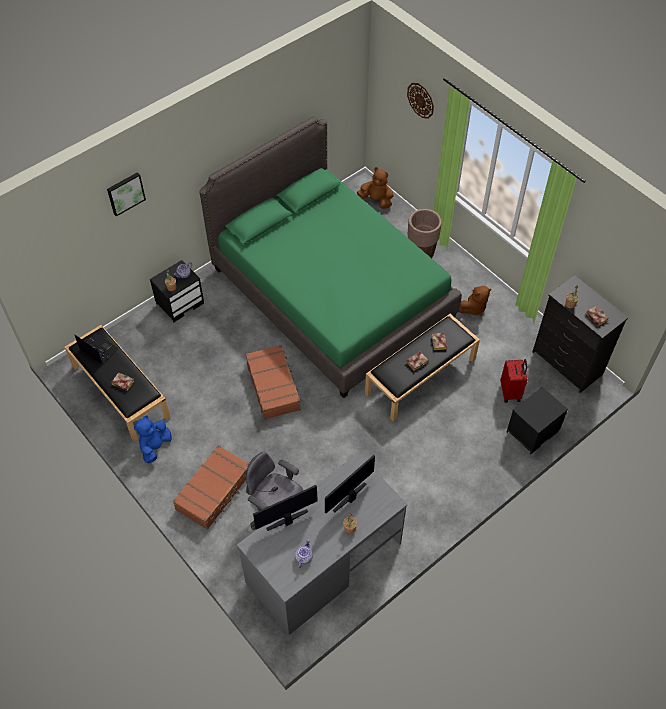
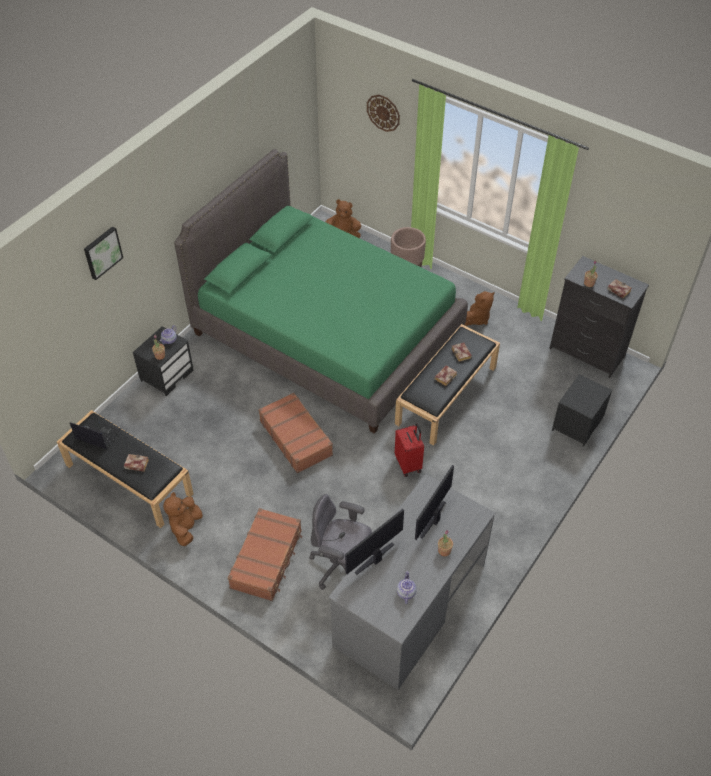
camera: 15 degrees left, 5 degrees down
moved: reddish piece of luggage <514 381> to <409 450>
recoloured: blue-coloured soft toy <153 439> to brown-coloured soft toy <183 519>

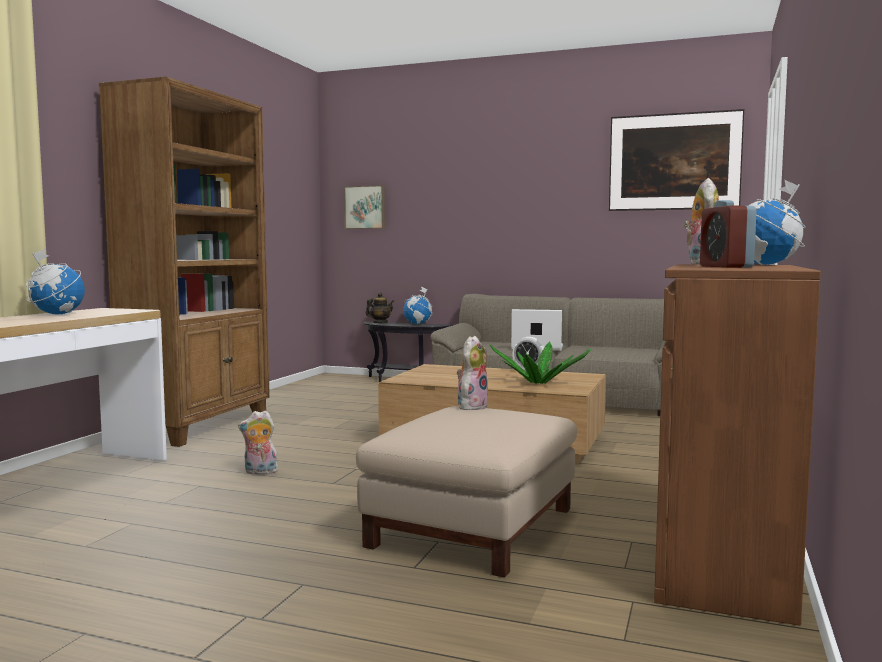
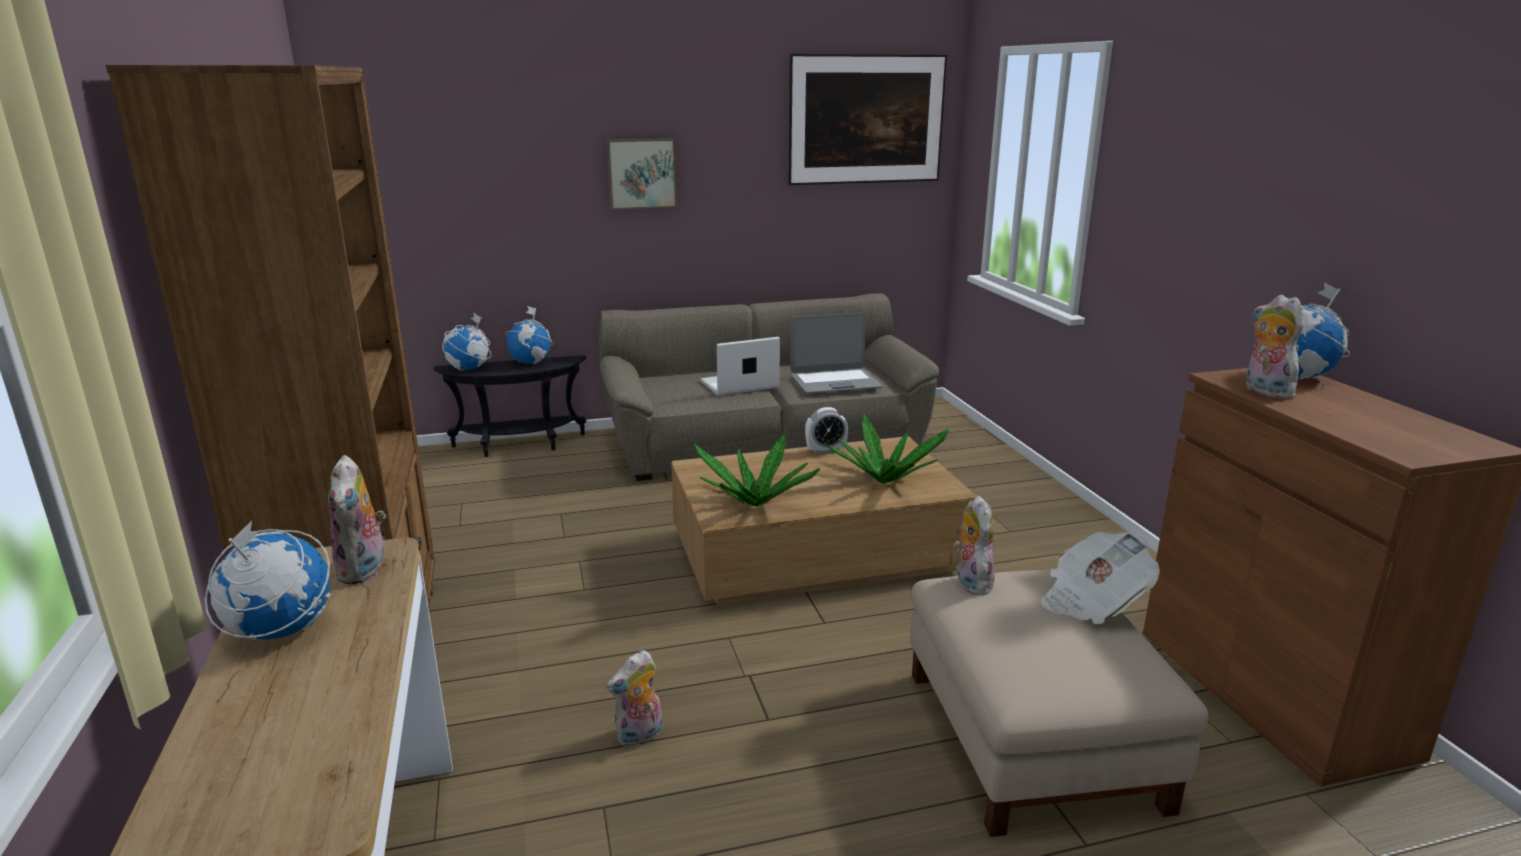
camera: 35 degrees left, 15 degrees up
removed: table clock <728 234>
added: soft toy <357 519>; potted plant <757 469>; laptop <837 353>; printed paper <1100 578>
moved: wall art <364 207> to <642 174>
replaced: pot for tea <380 307> to globe <467 341>

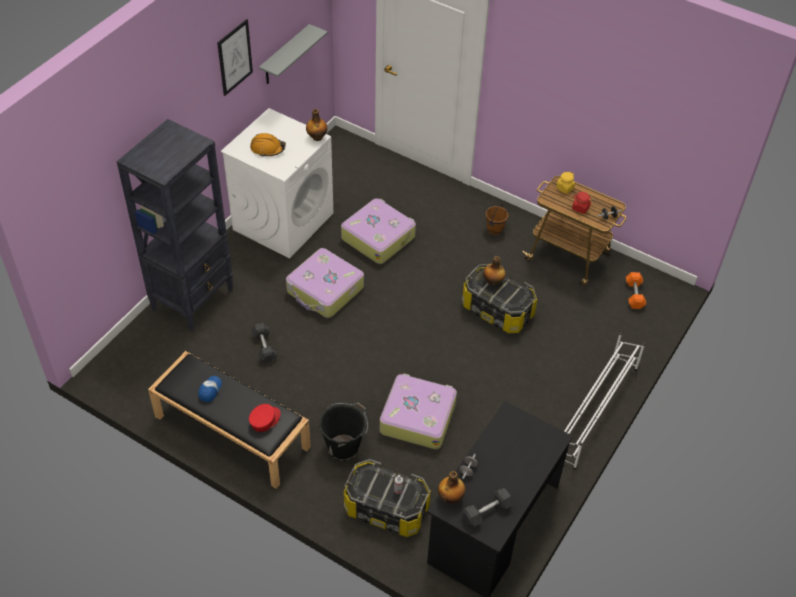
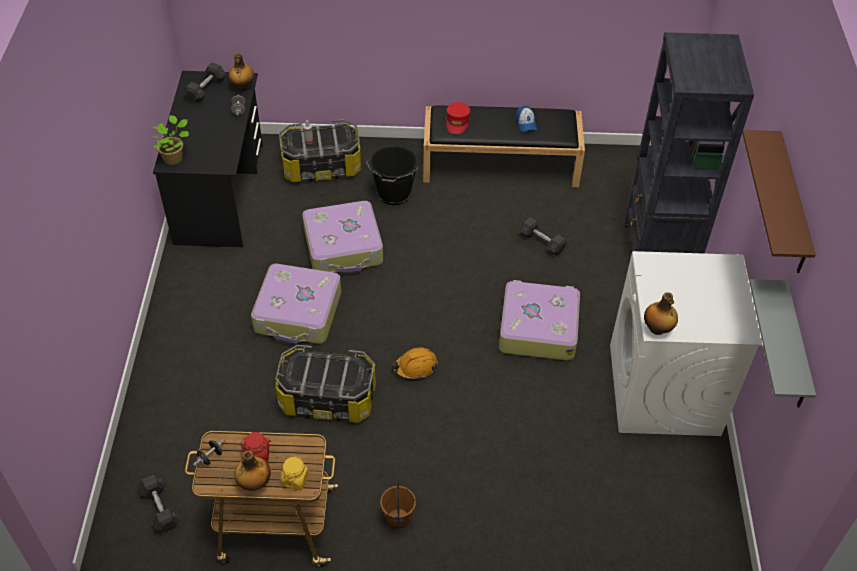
camera: 150 degrees right, 0 degrees up
removed: whitish shoe rack <604 400>
added: potted plant <170 140>
moved: orangey work helmet <268 145> to <415 363>; piece of luggage <378 231> to <296 304>; bottle <494 271> to <252 471>
replaced: wall art <235 57> to brown-coloured shelf <779 201>
recoloured: orangey free weight <636 290> to grey free weight <159 504>

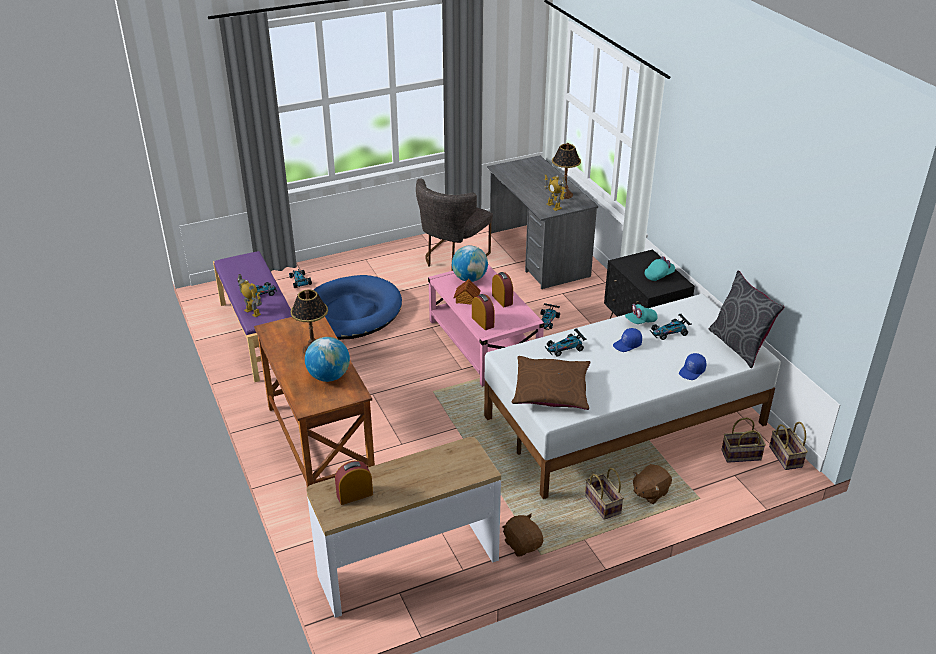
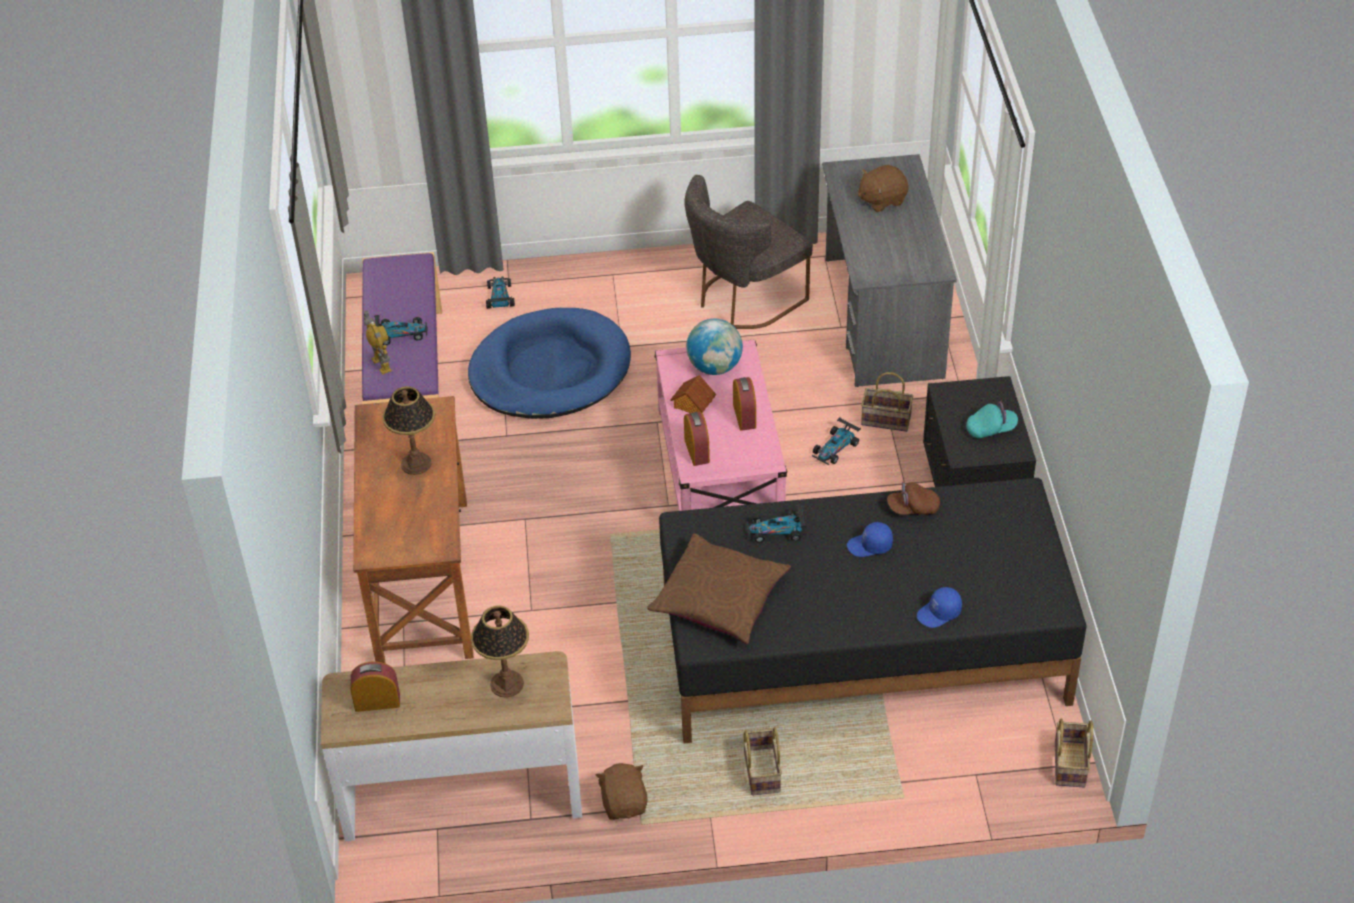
camera: 20 degrees right, 10 degrees up
removed: globe <327 359>; robot figure <555 193>; miniature car <671 327>; grey cushion <746 319>
moved: tabletop lamp <566 171> to <500 652>; brown-coloured soft toy <652 484> to <883 188>; storage basket <743 440> to <887 402>
recoloured: whitish bed <632 396> to black bed <873 610>; blue-green peaked cap <641 314> to brown-coloured peaked cap <913 498>

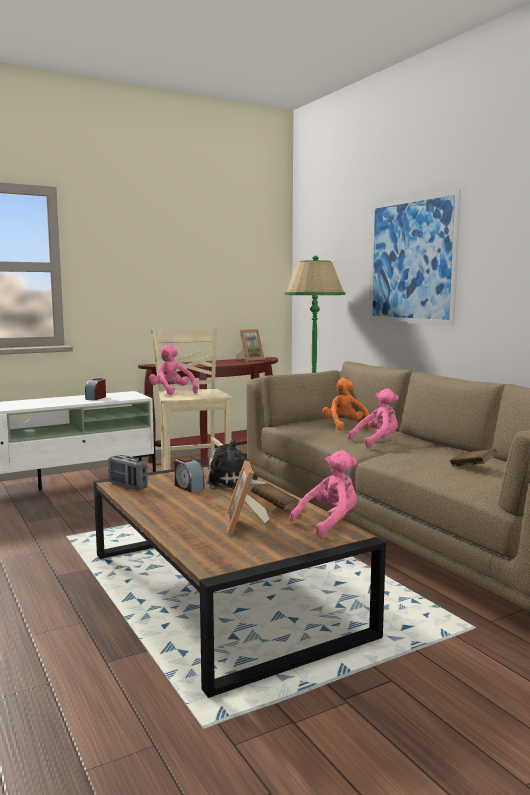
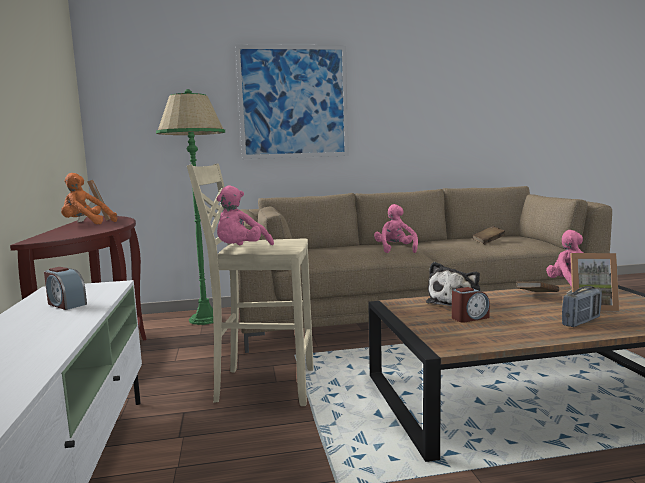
camera: 70 degrees left, 0 degrees up
moved: radio set <128 472> to <582 306>; orangey soft toy <346 404> to <89 198>
turned: pink-coloured soft toy <173 369> = <245 215> 45 degrees counterclockwise

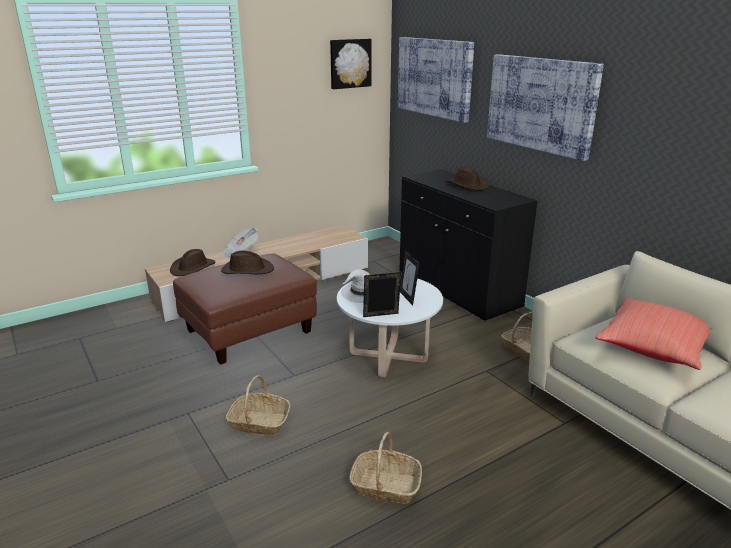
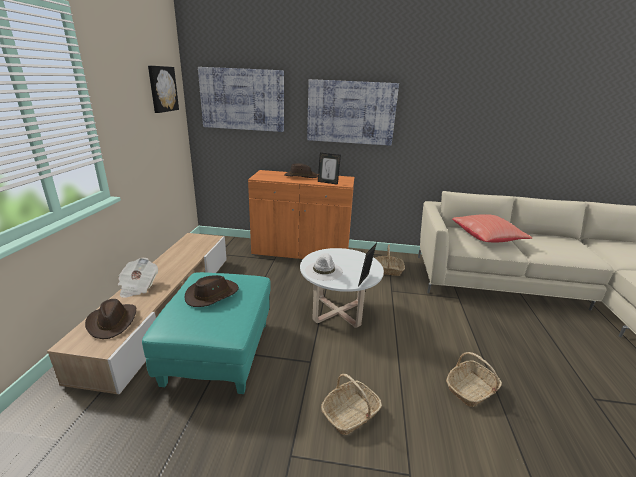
camera: 50 degrees left, 0 degrees up
moved: picture frame <410 277> to <329 169>
recoloured: brown-coloured ottoman <245 309> to blue-green ottoman <206 333>; black cabinet <468 245> to orangey cabinet <301 214>

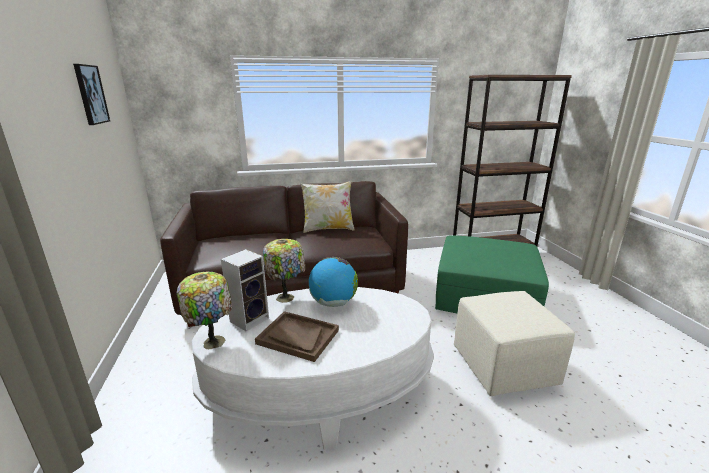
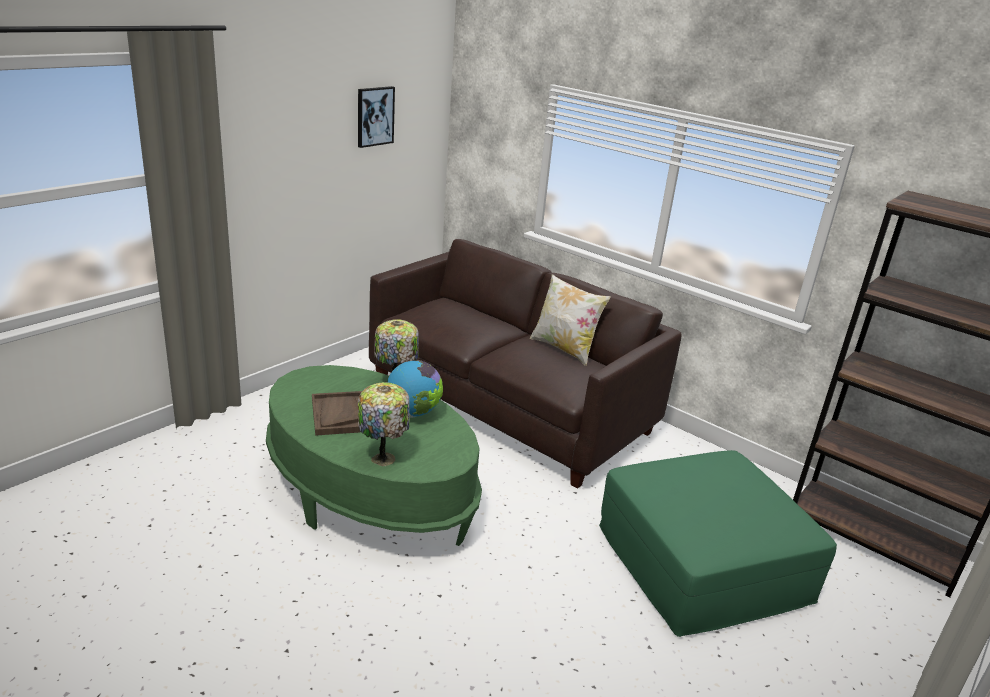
camera: 50 degrees right, 5 degrees up
removed: loudspeaker <245 290>; beige ottoman <514 343>
moved: tabletop lamp <204 310> to <384 424>
recoloured: whitish coffee table <313 368> to green-coloured coffee table <374 455>

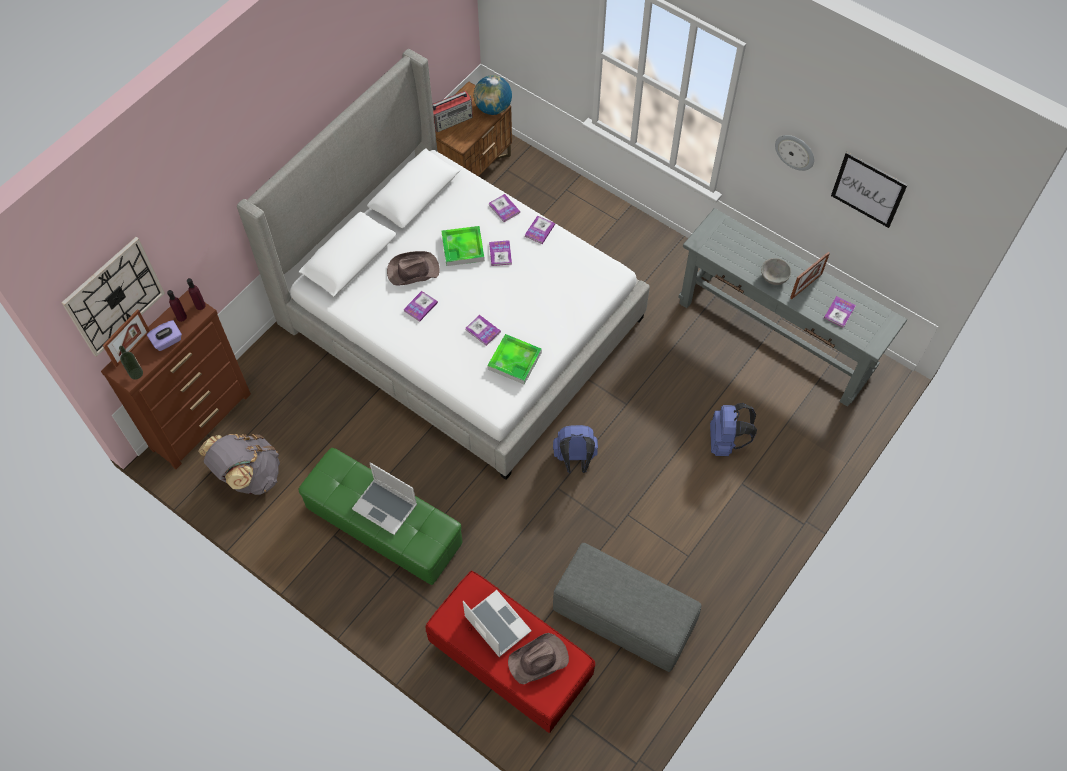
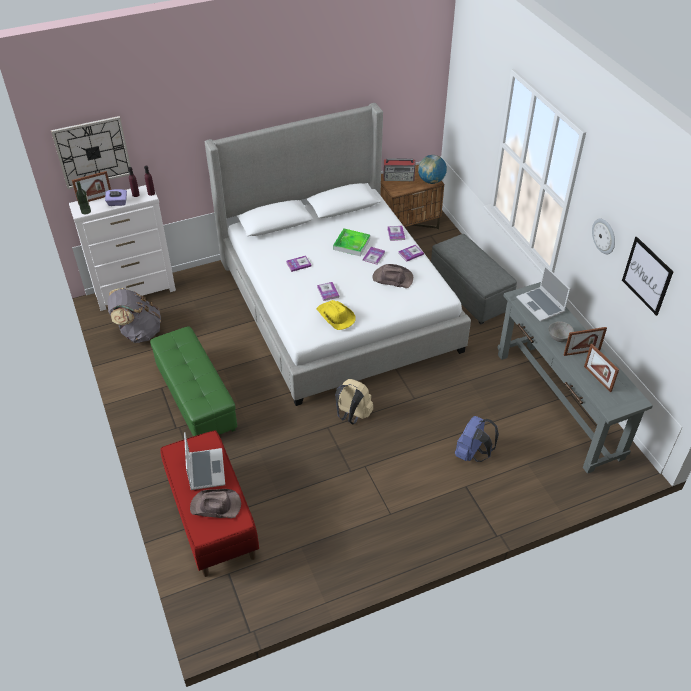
camera: 30 degrees right, 15 degrees down
moved: laptop <384 499> to <543 293>; brown-coloured clothing hat <413 268> to <392 276>; grey ottoman <627 607> to <474 279>
replaced: tray <514 359> to yellow-coloured clothing hat <336 315>; bound book <840 312> to picture frame <601 368>
recoloured: brown-coloured drawer chest <176 379> to whitish drawer chest <122 248>; blue-coloured backpack <575 449> to beige backpack <354 401>

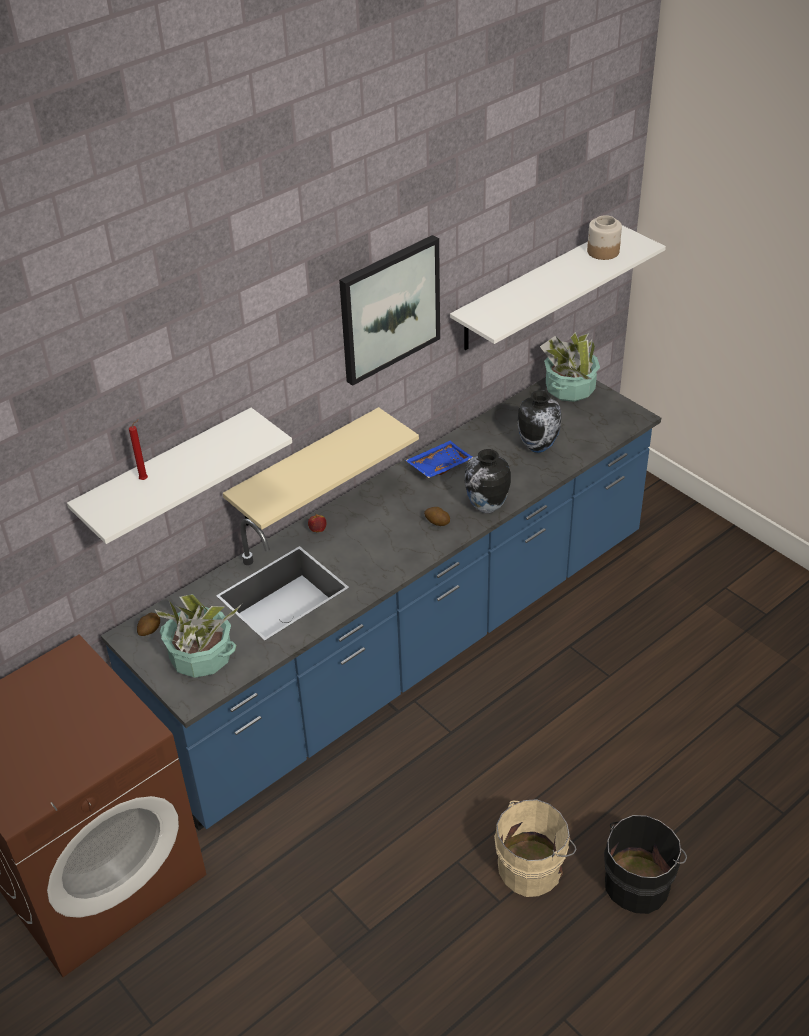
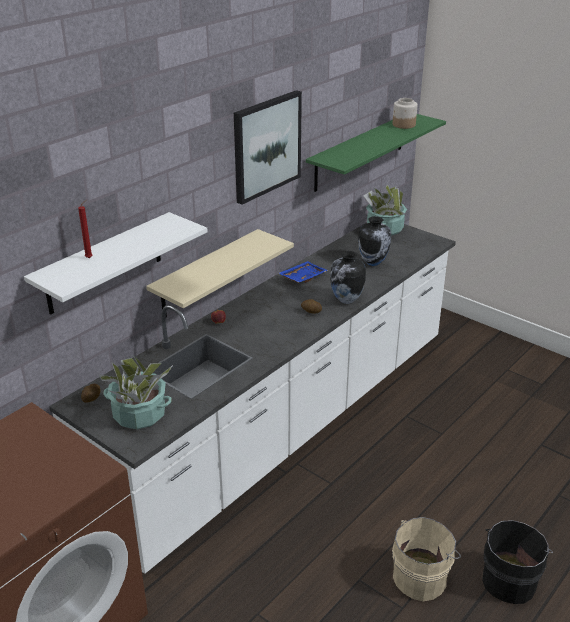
camera: 10 degrees left, 10 degrees down
recoloured: blue-coloured counter <381 604> to whitish counter <252 398>; whitish shelf <558 287> to green-coloured shelf <376 153>

